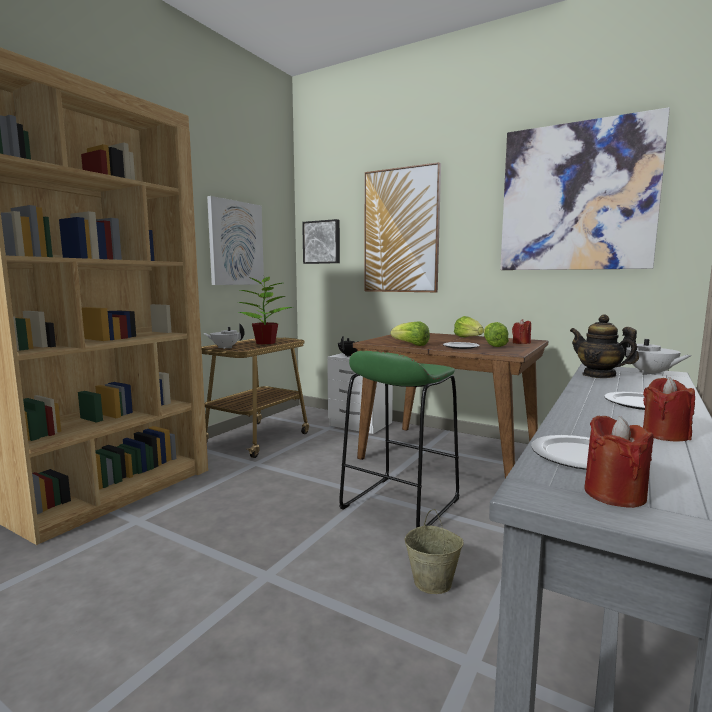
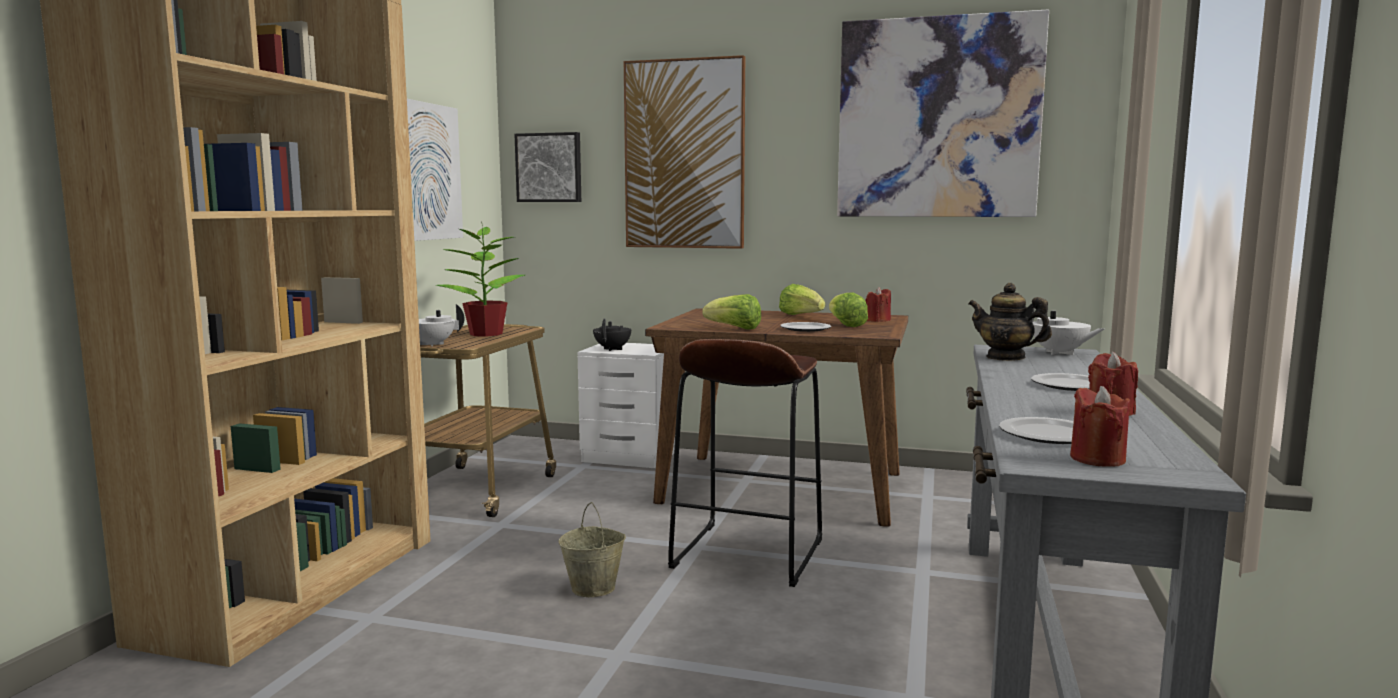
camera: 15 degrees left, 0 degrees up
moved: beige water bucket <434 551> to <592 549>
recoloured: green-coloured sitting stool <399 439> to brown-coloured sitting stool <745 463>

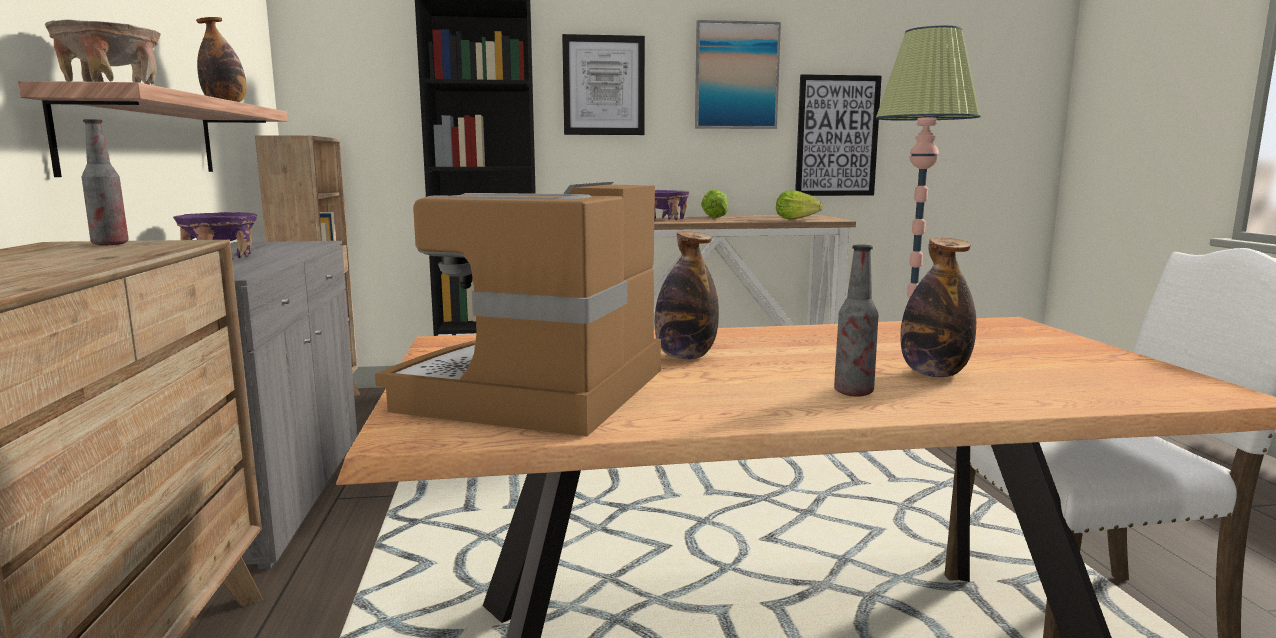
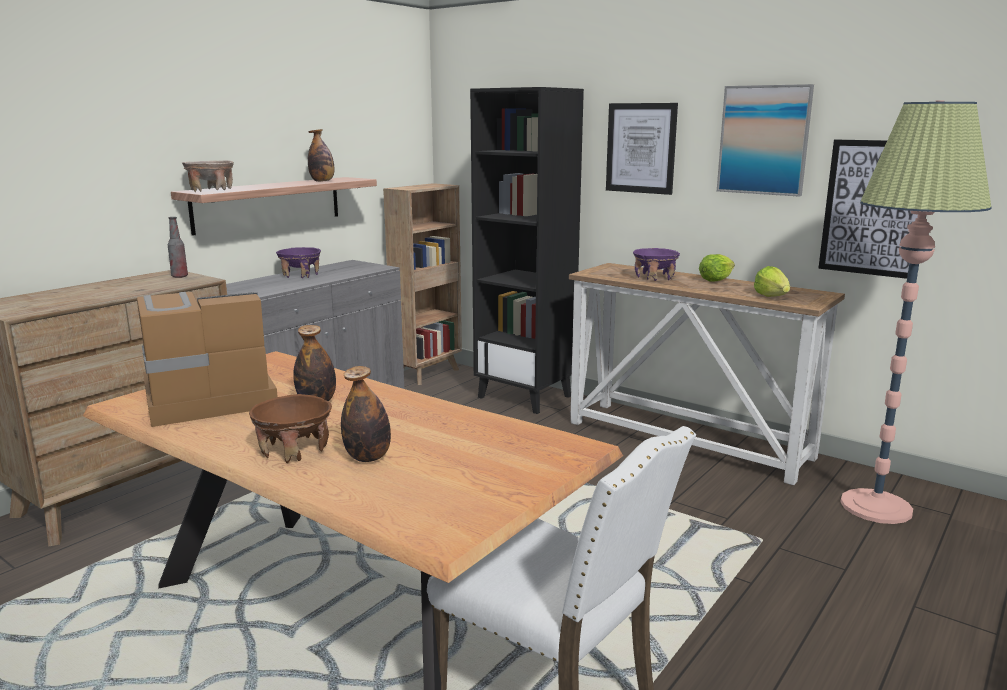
camera: 45 degrees right, 5 degrees up
replaced: bottle <856 320> to brown-coloured serving bowl <290 428>

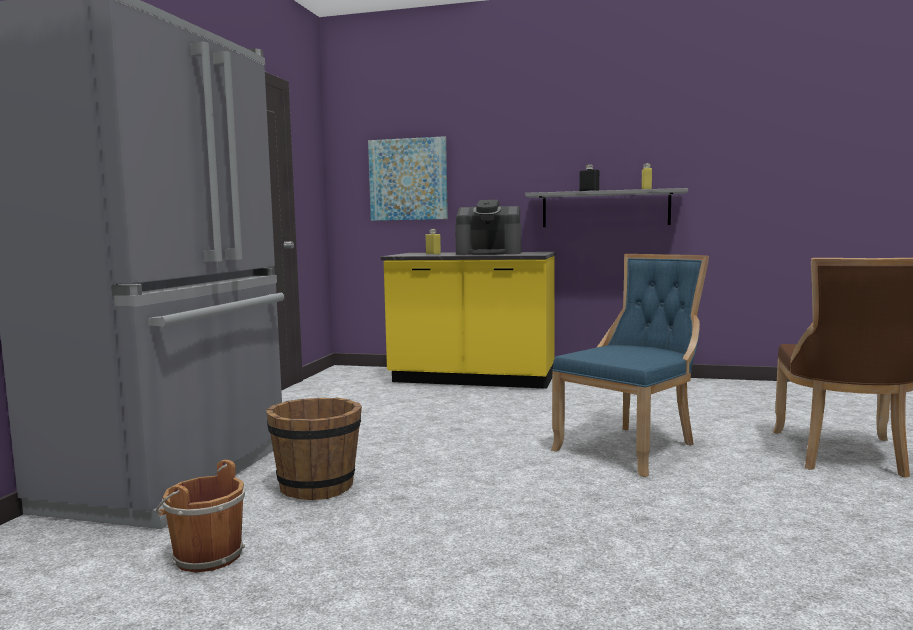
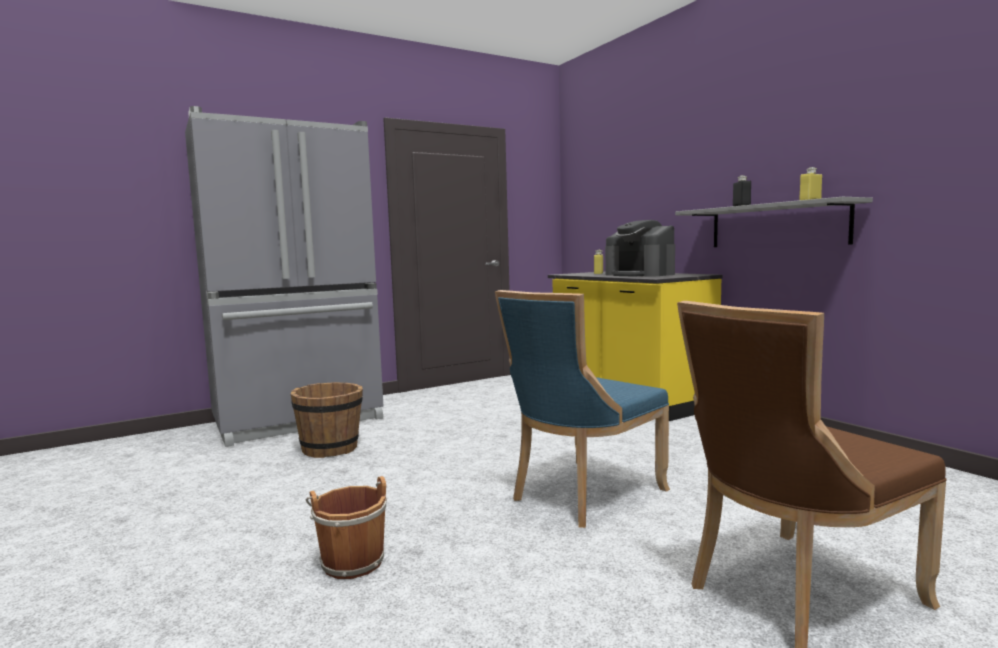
camera: 45 degrees right, 0 degrees up
removed: wall art <408 178>
moved: brown-coloured water bucket <200 516> to <346 527>
turned: blue-coloured chair <630 365> = <582 409> 135 degrees clockwise

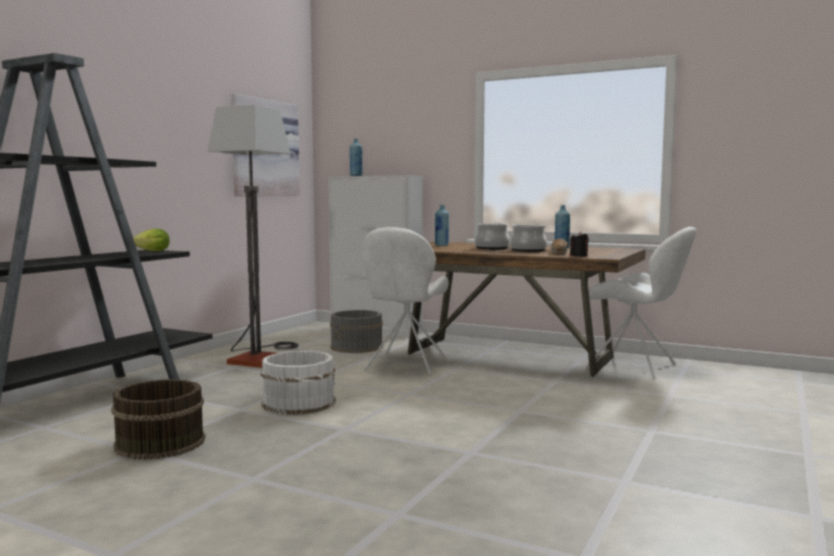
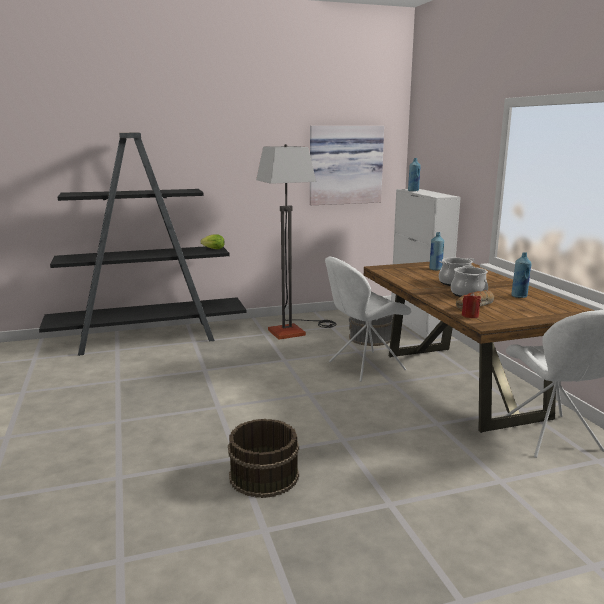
camera: 45 degrees right, 10 degrees up
removed: whitish water bucket <298 383>
moved: brown-coloured water bucket <158 419> to <263 458>
recoloured: black wax light <579 244> to reddish wax light <471 305>

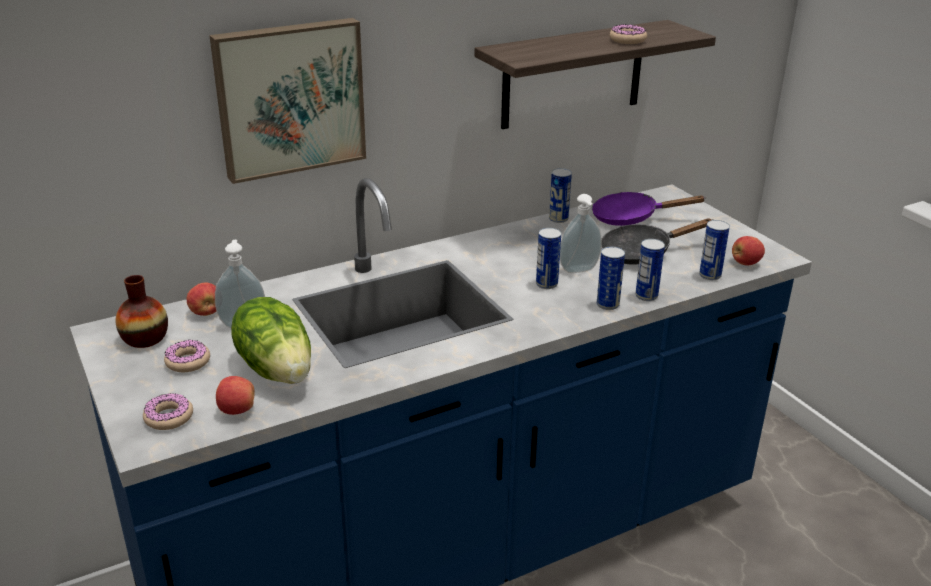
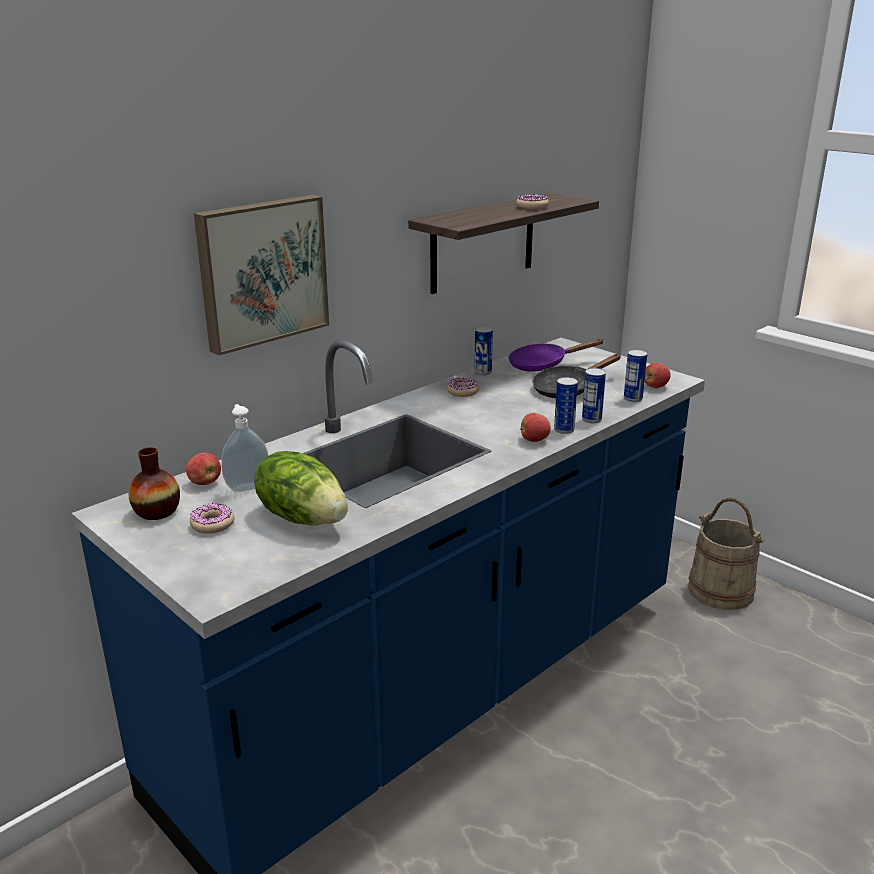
camera: 15 degrees left, 5 degrees down
removed: metal can <548 258>; liquid soap bottle <581 233>
added: beige water bucket <726 554>
moved: donut <168 411> to <463 387>; whole apple <235 395> to <535 427>

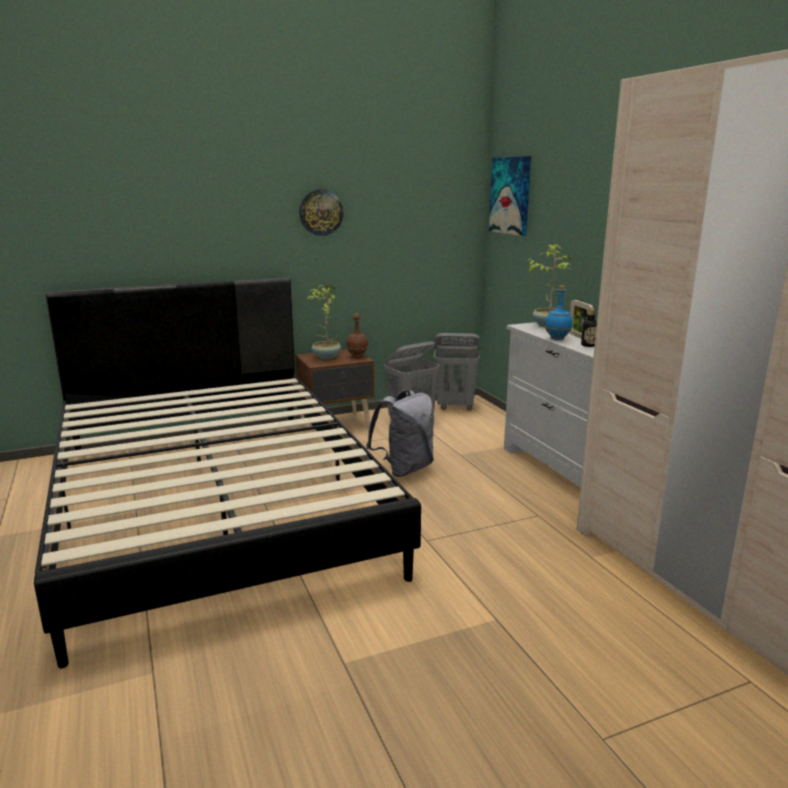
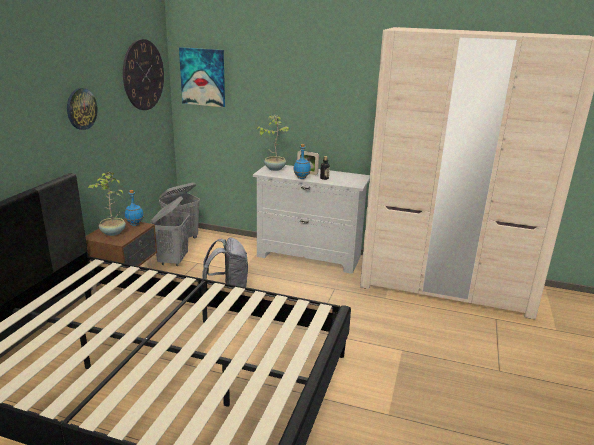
camera: 50 degrees left, 5 degrees up
added: hanging clock <143 74>
recoloured: brown-coloured bottle <357 335> to blue-coloured bottle <134 208>

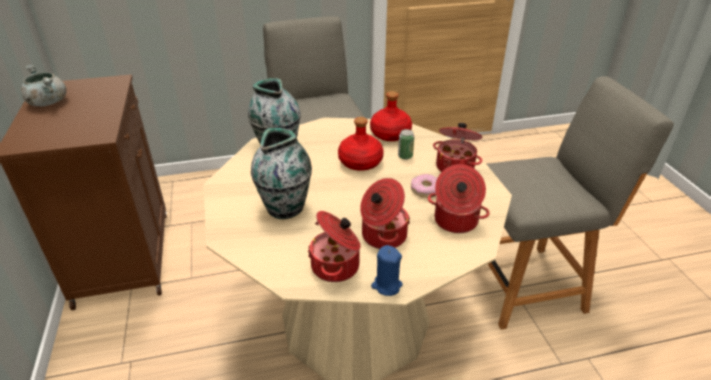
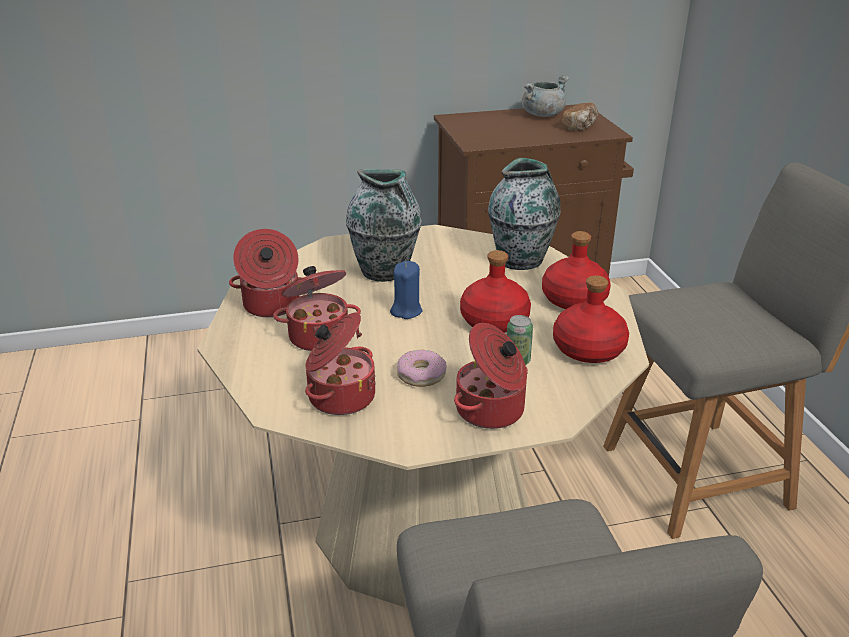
camera: 90 degrees right, 5 degrees down
added: reddish bottle <576 270>; baked bread <580 117>
moved: blue-coloured wax light <387 270> to <406 290>

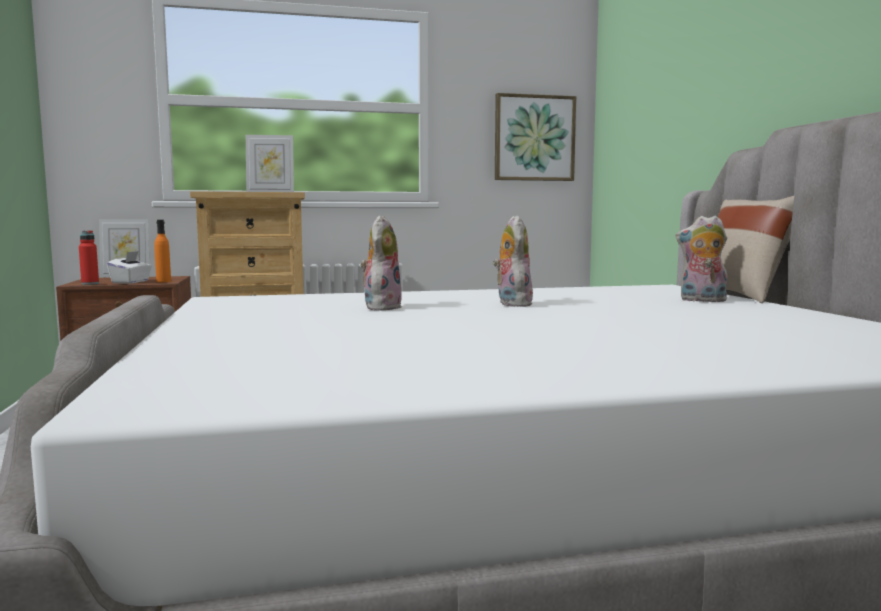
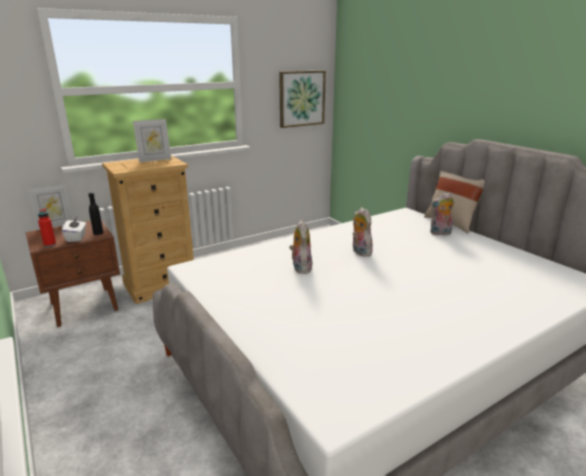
camera: 20 degrees left, 15 degrees up
recoloured: orangey bottle <162 251> to black bottle <96 214>

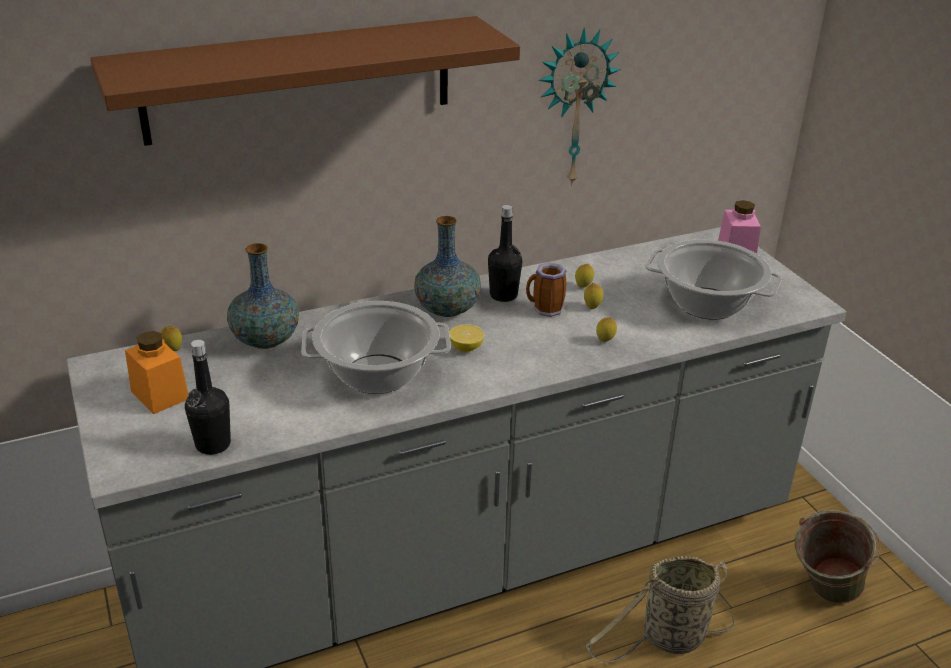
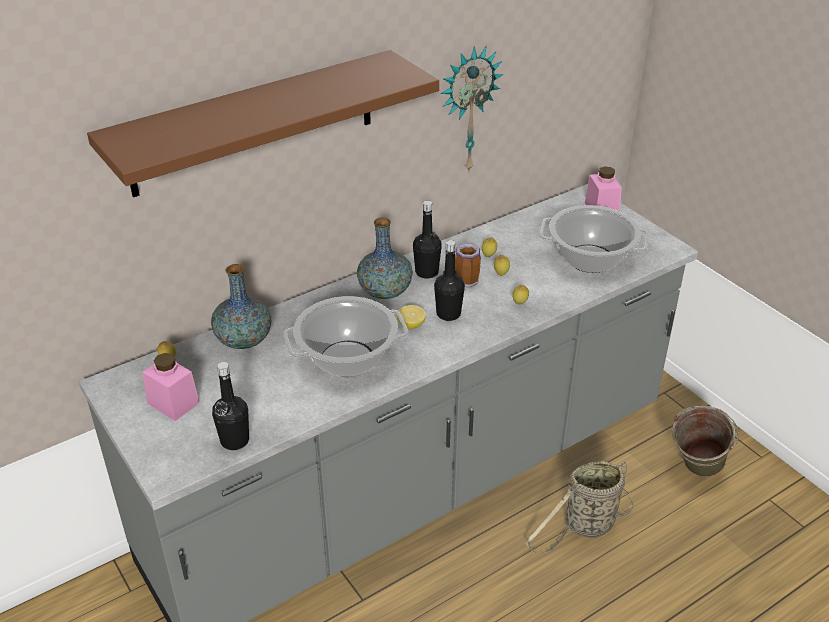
camera: 10 degrees left, 5 degrees up
added: black bottle <449 280>
recoloured: orangey jar <156 372> to pink-coloured jar <170 387>

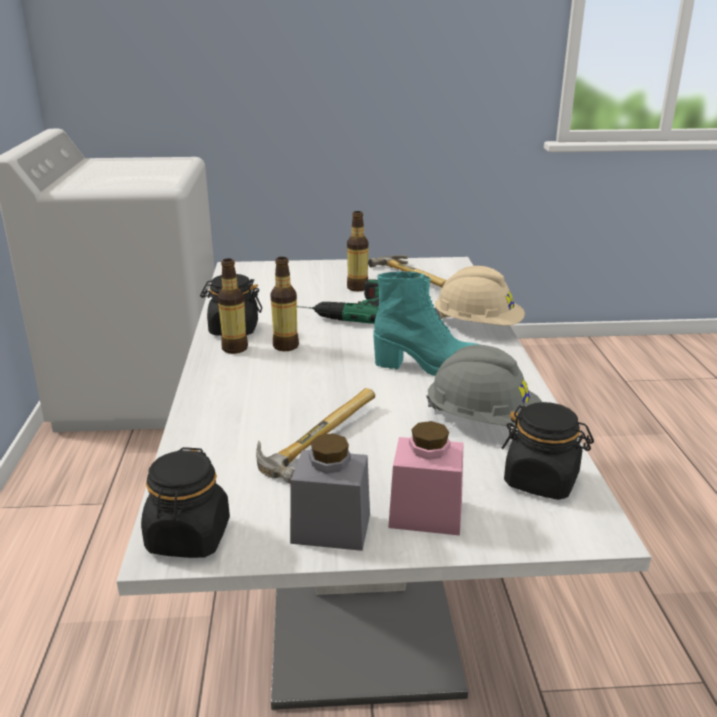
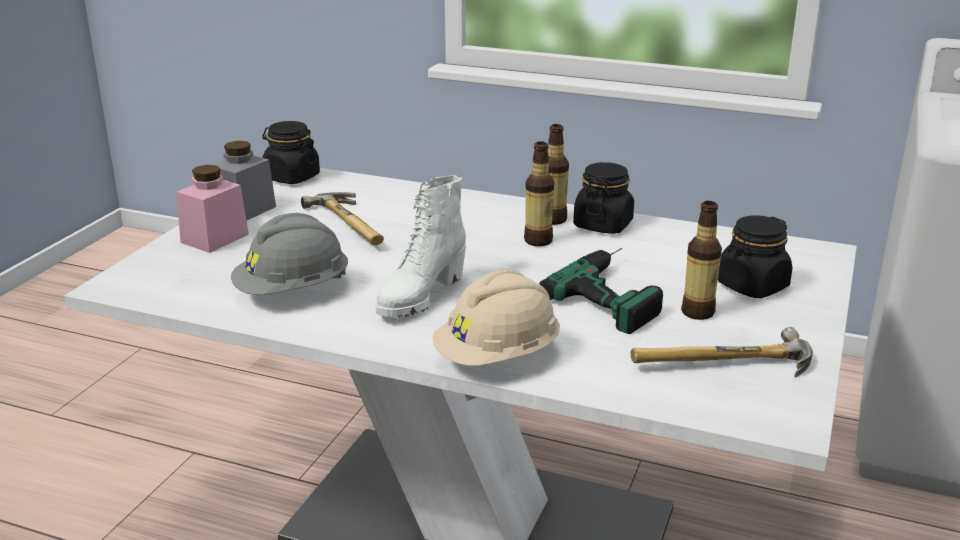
camera: 115 degrees right, 0 degrees up
moved: black jar <548 451> to <755 256>
recoloured: blue-green high-top boot <426 323> to whitish high-top boot <420 246>

